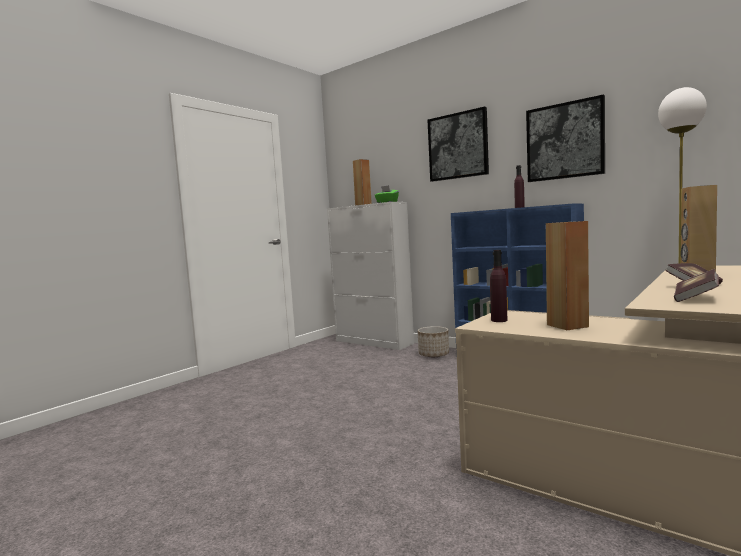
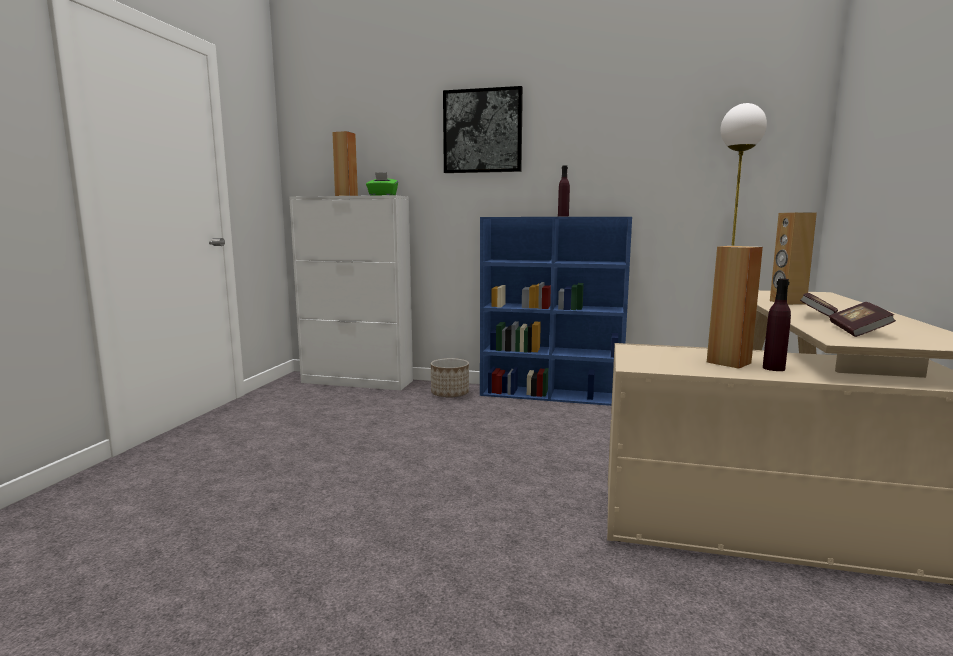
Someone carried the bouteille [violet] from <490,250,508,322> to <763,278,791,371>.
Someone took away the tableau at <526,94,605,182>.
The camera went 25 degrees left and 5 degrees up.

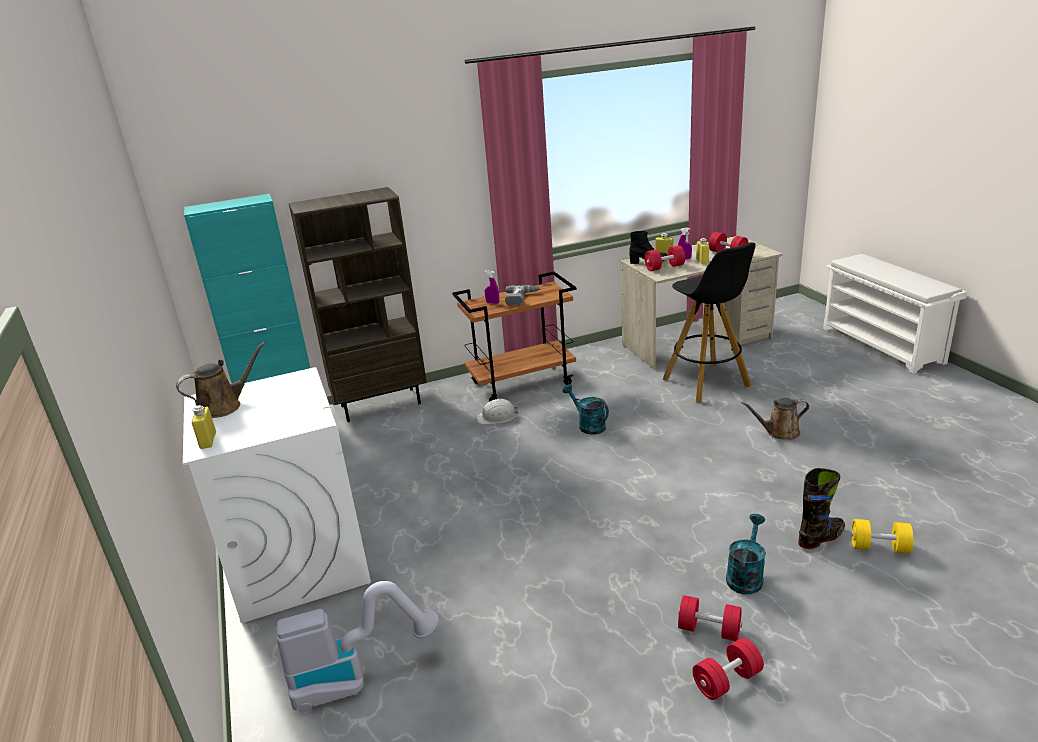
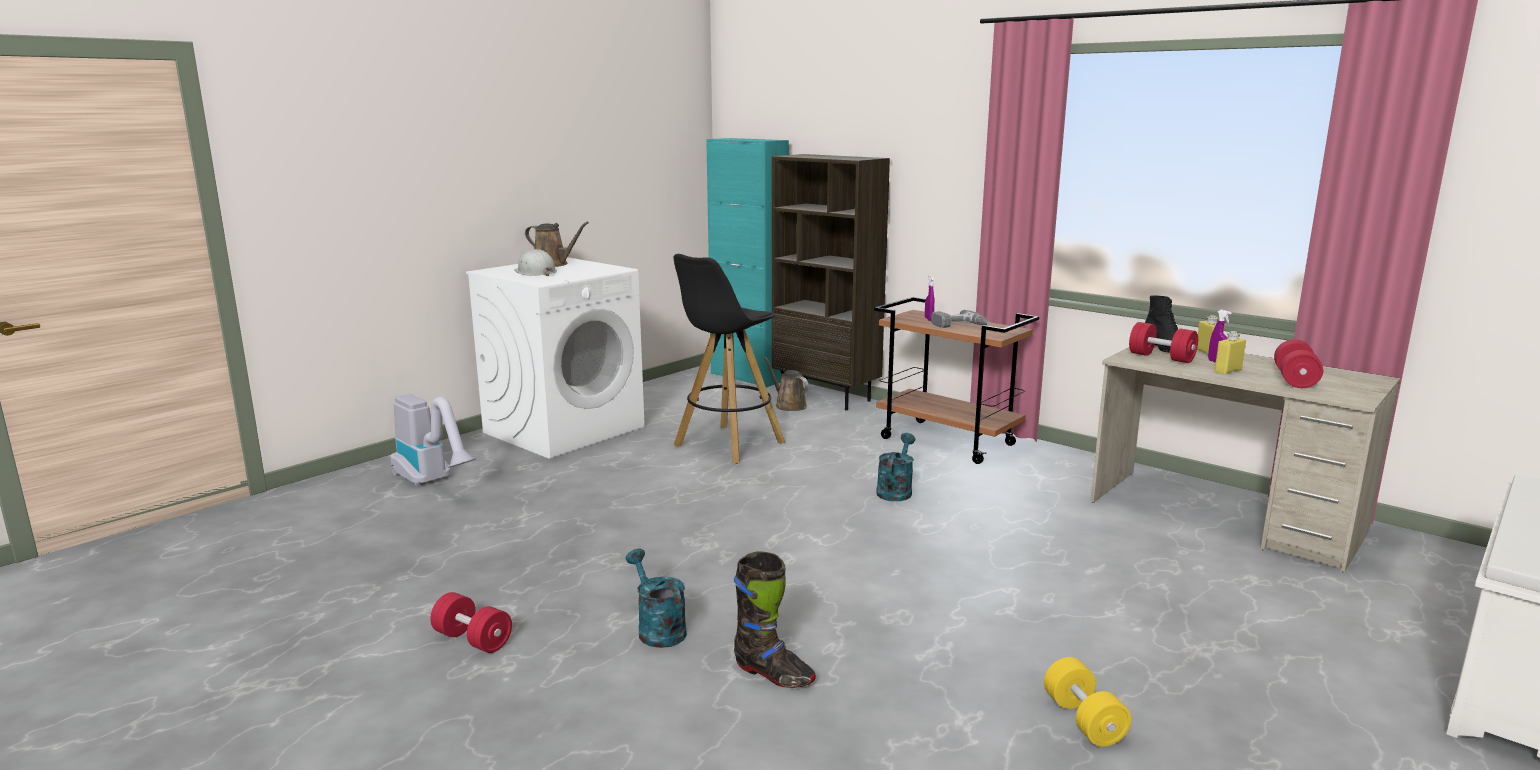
Someone carried the casque de chantier [blanc] from <476,399,518,424> to <514,249,557,276>.
Someone rotated the arrosoir [turquoise] at <726,514,766,594> by 120 degrees counterclockwise.
Someone carried the tabouret [noir] from <663,242,756,403> to <673,254,785,464>.
Someone carried the arrosoir [marron] from <741,398,809,440> to <764,357,809,411>.
Someone carried the haltère [jaune] from <851,519,913,554> to <1044,657,1132,747>.
Someone took away the bouteille [jaune] at <192,405,216,449>.
Someone took away the haltère [rouge] at <678,595,742,641>.
The camera went 60 degrees right and 10 degrees down.

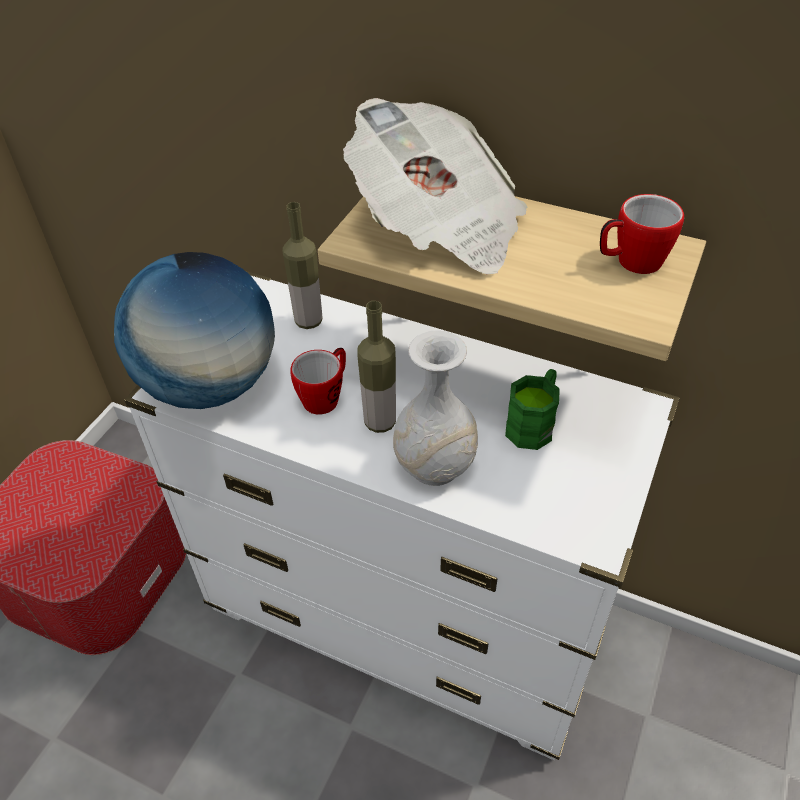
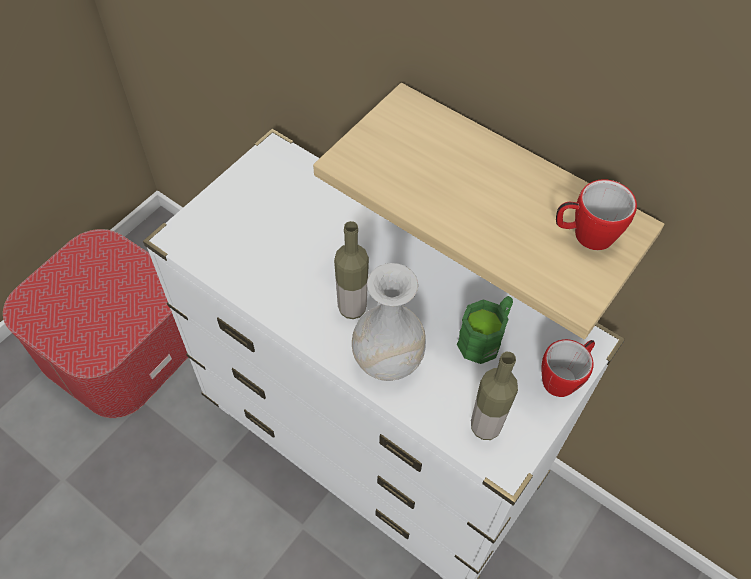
Someone carried the bouteille from <282,202,323,329> to <471,352,518,440>.
Someone carried the mug from <290,348,346,415> to <541,339,595,397>.
Someone took away the globe at <114,252,275,409>.
Someone took away the journal at <343,98,527,274>.
The camera went 10 degrees right and 10 degrees up.

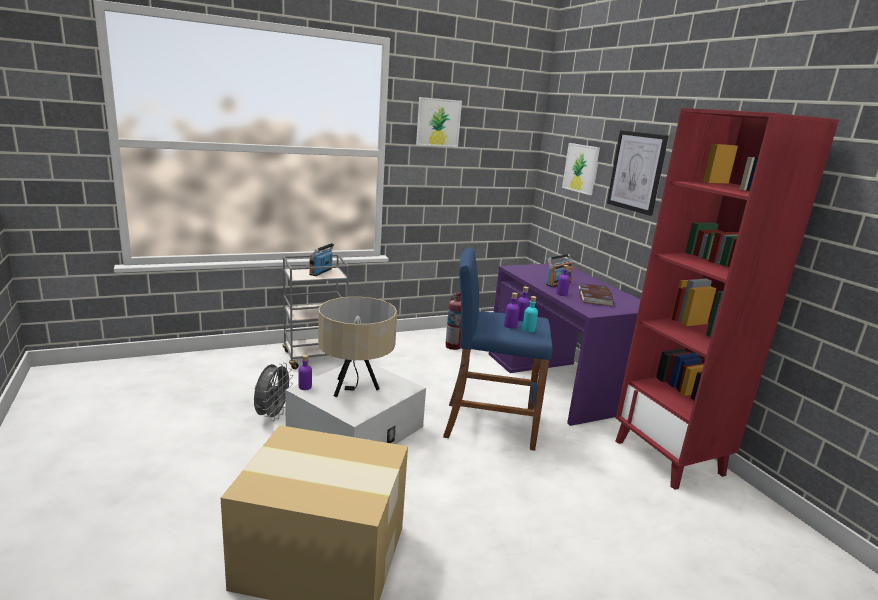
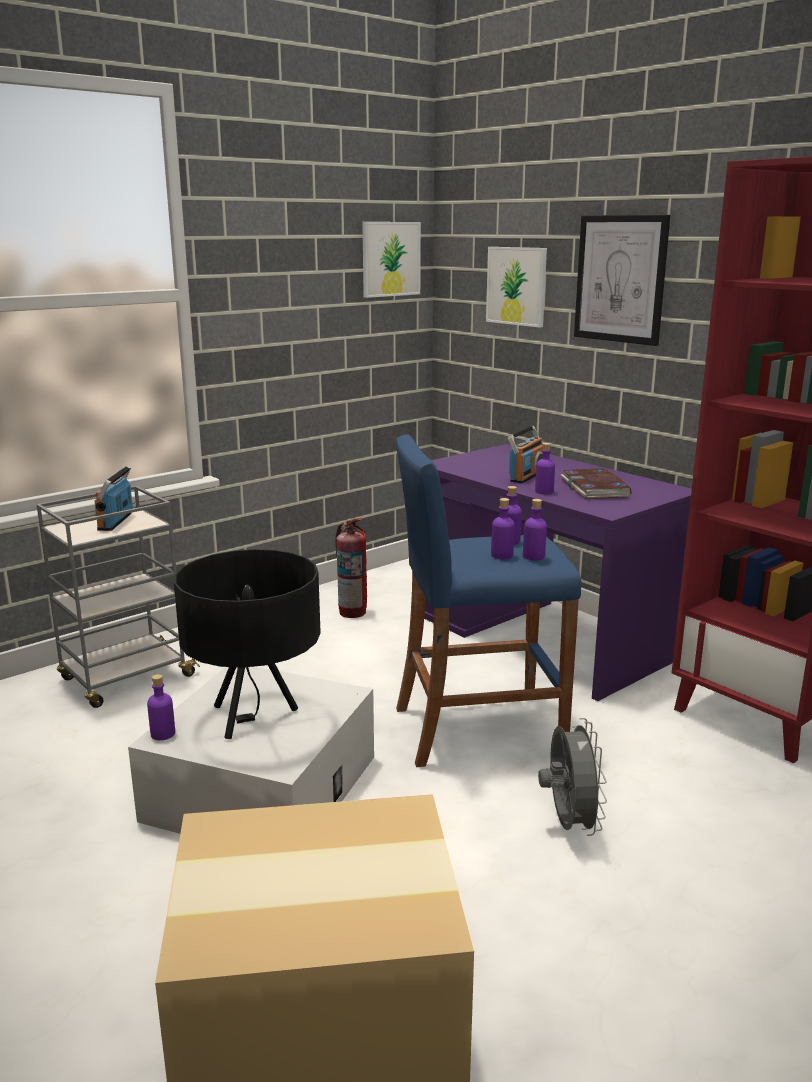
Someone repainted the lampe de table [beige] at <318,297,397,397>, which became the lampe de table [noir] at <174,549,321,739>.
Someone carried the tableau from <416,97,462,147> to <362,222,421,298>.
Someone repainted the bouteille [turquoise] at <522,296,538,332>, which became the bouteille [violet] at <523,499,547,560>.
Someone carried the ventilateur [gris] from <254,363,293,421> to <538,718,607,836>.
The camera went 15 degrees left and 0 degrees up.

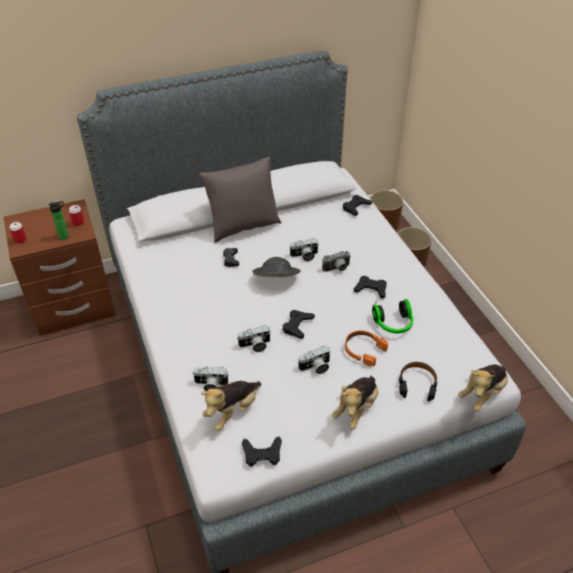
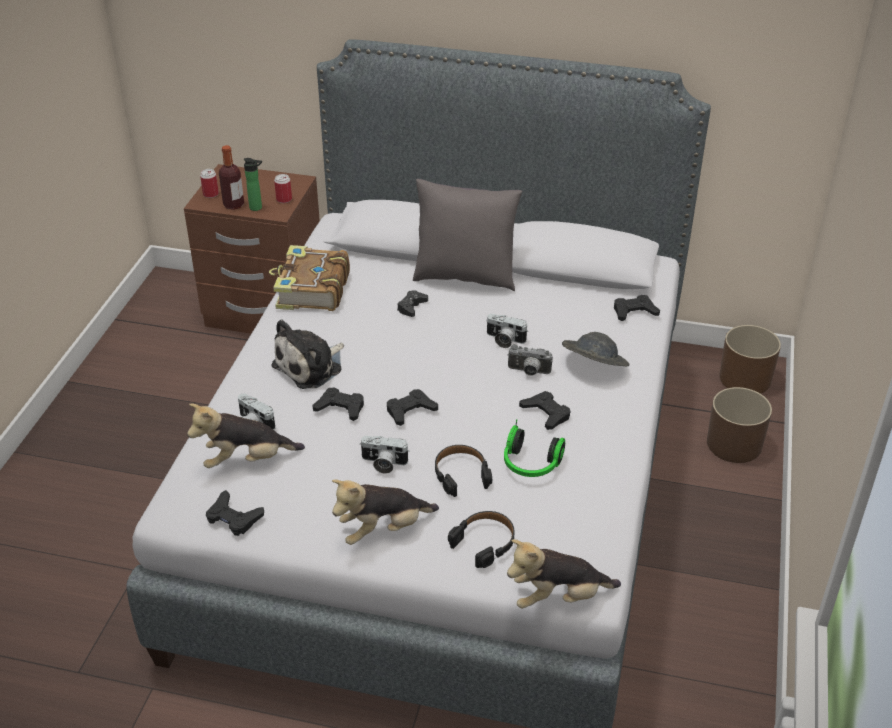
Someone put down the bouteille at <219,145,244,210>.
Someone put down the livre at <269,245,350,311>.
Someone put down the peluche at <271,320,344,389>.
Someone swapped the appareil photo at <238,325,271,352> for the manette [noir] at <312,388,364,421>.
Someone repainted the casque audio [orange] at <345,330,388,366>, which became the casque audio [noir] at <435,445,492,497>.
Someone carried the chapeau [gris] from <252,257,301,277> to <562,332,630,366>.
The camera went 35 degrees right and 5 degrees down.

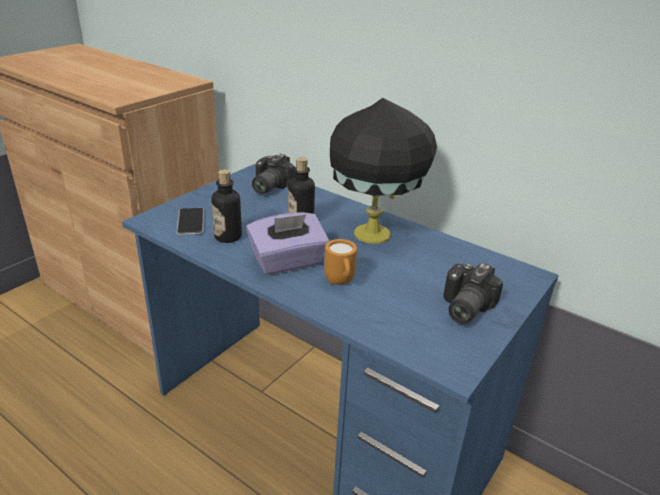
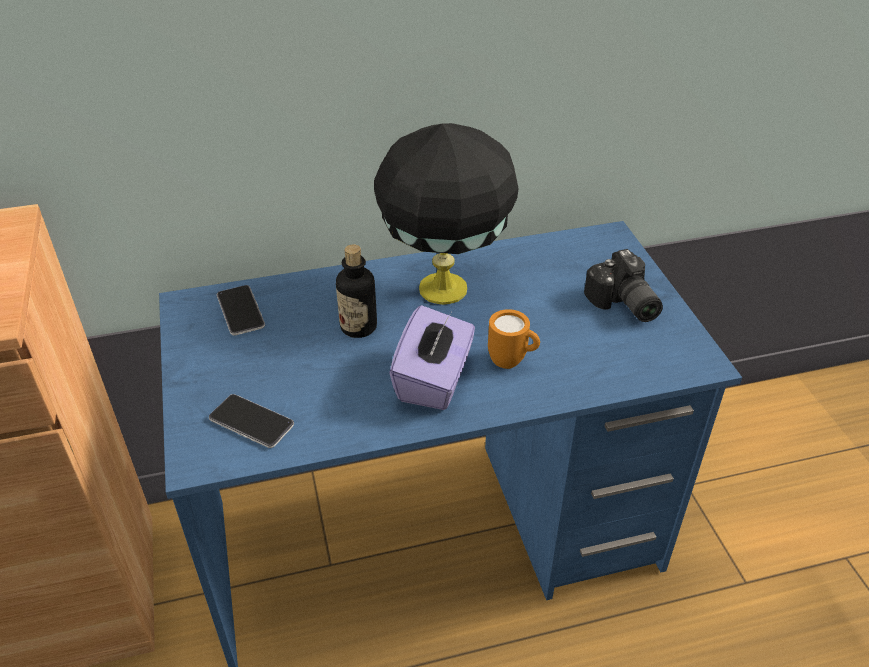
Someone swapped the appareil photo at <252,154,295,194> for the téléphone at <217,285,265,336>.
Someone took away the bouteille at <211,169,242,243>.
The camera went 50 degrees left and 10 degrees up.

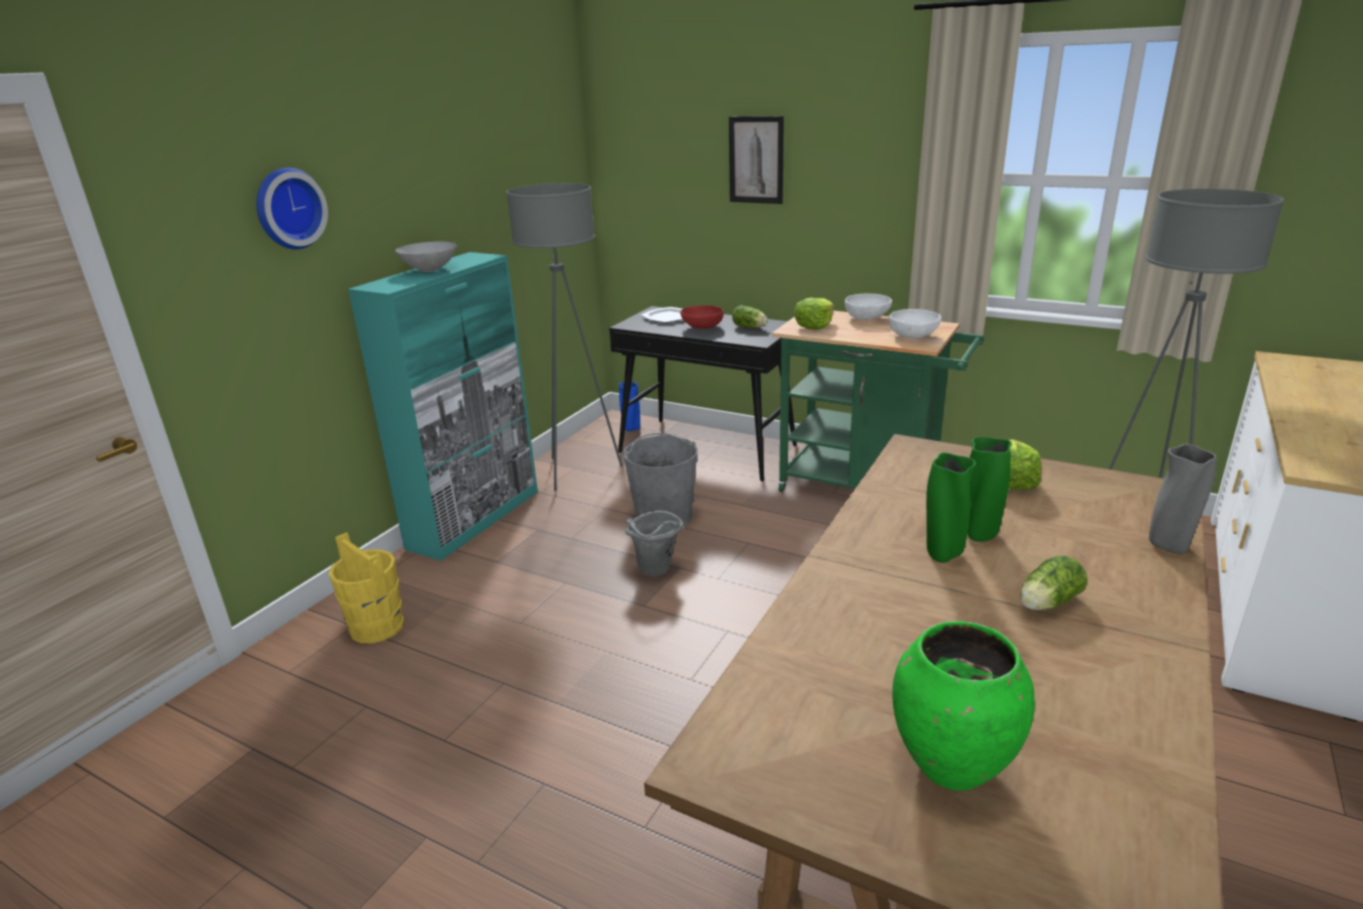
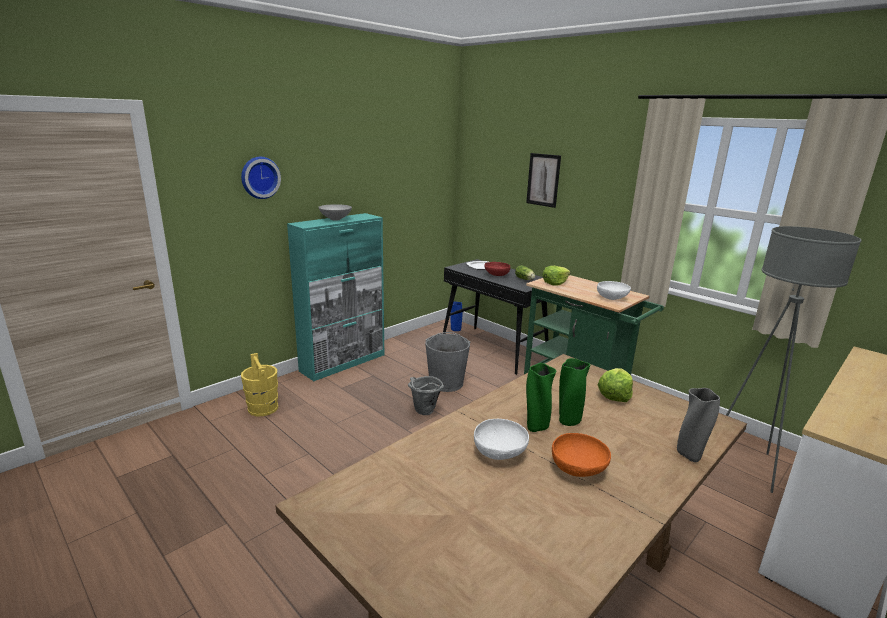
Someone carried the bol [blanc] from <845,294,892,320> to <474,419,529,460>.
Someone swapped the laitue at <1020,555,1087,610> for the bol [orange] at <552,433,611,477>.
Someone took away the lampadaire [gris] at <506,183,623,492>.
Someone took away the vase [vert] at <892,621,1035,791>.
The camera went 15 degrees right and 5 degrees down.

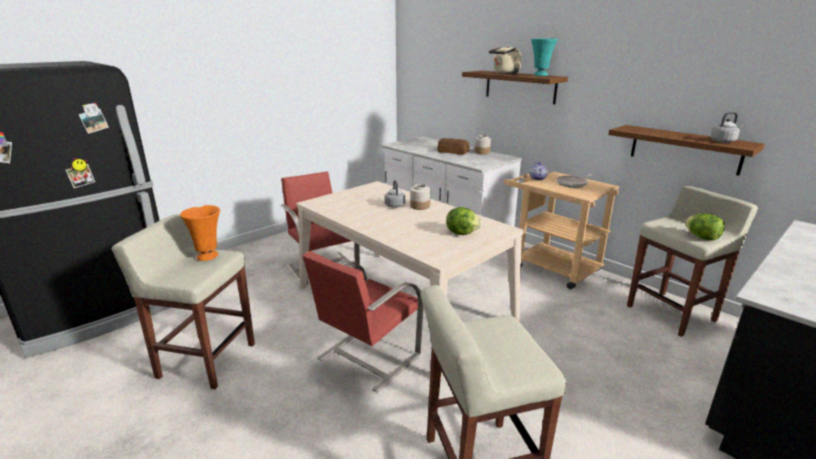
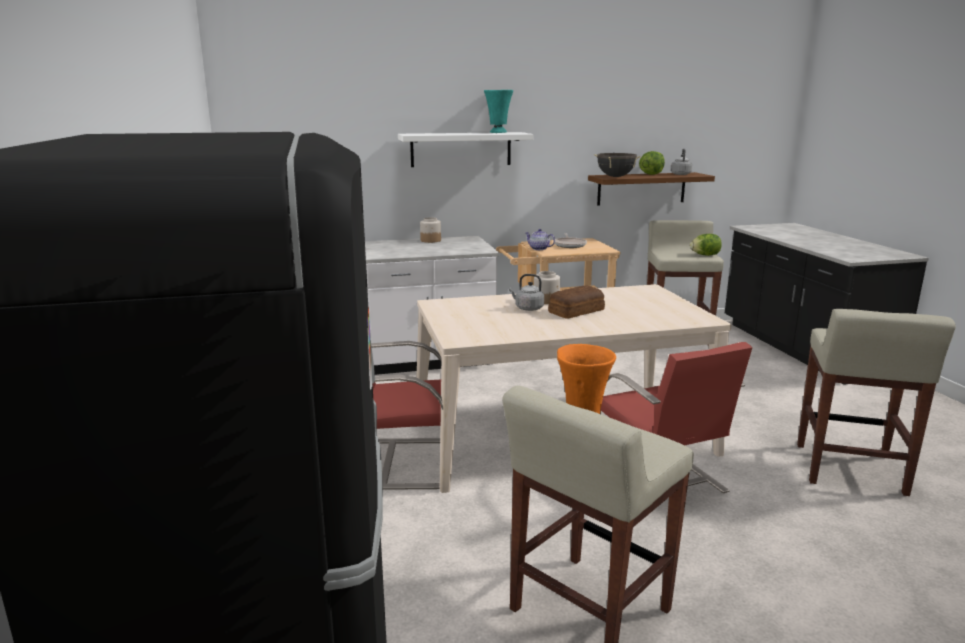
Someone repainted the étagère [marron] at <462,71,568,105>, which became the étagère [blanc] at <398,132,534,167>.
Someone carried the pain from <437,138,469,155> to <548,285,605,319>.
Someone put down the marmite [noir] at <594,153,641,177>.
Someone carried the laitue from <446,207,482,235> to <639,151,665,175>.
Someone took away the bouilloire [beige] at <489,45,522,74>.
The camera went 60 degrees left and 5 degrees down.

